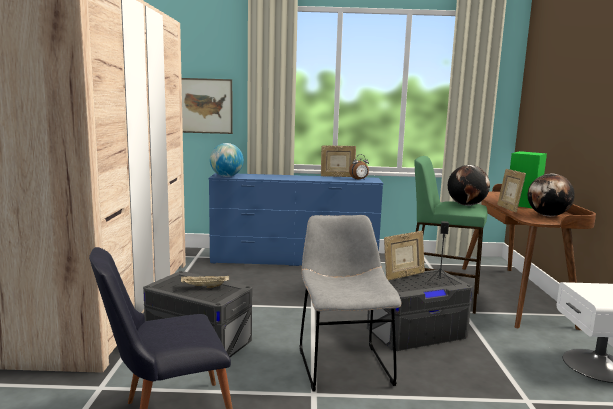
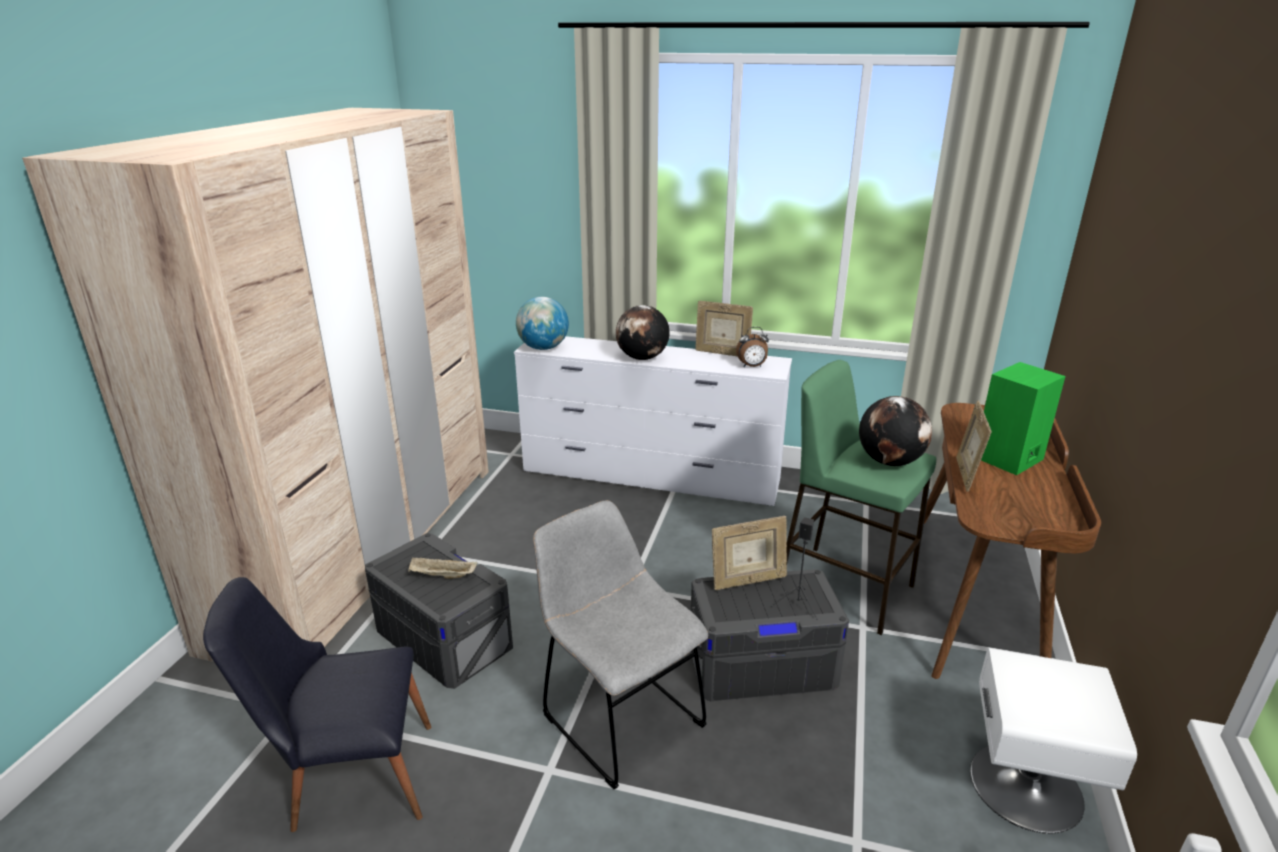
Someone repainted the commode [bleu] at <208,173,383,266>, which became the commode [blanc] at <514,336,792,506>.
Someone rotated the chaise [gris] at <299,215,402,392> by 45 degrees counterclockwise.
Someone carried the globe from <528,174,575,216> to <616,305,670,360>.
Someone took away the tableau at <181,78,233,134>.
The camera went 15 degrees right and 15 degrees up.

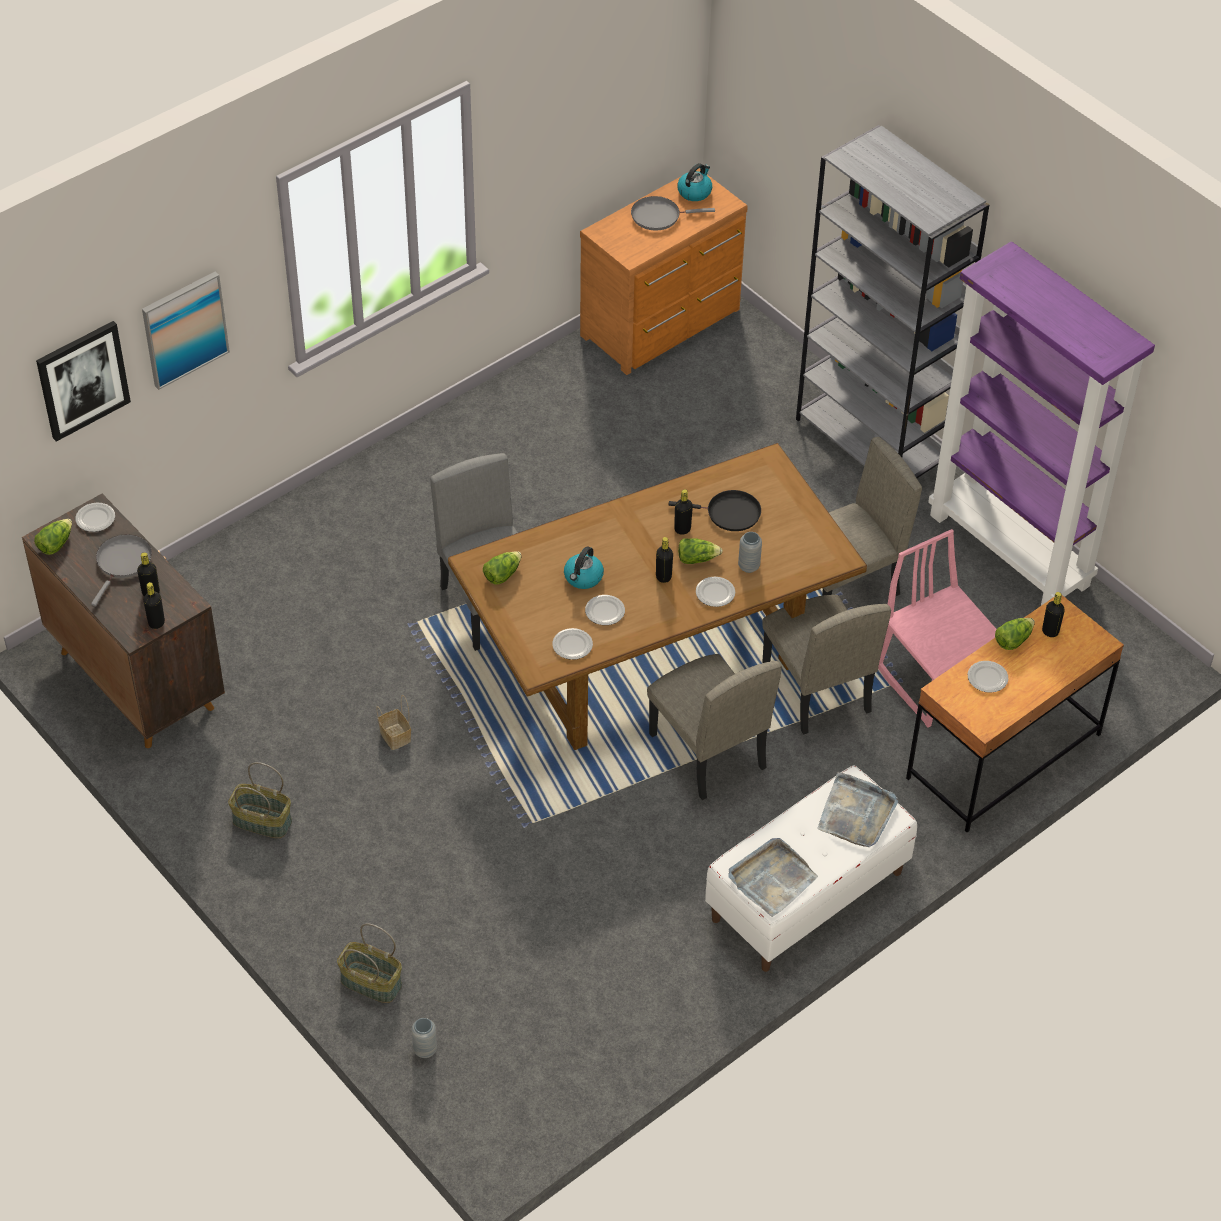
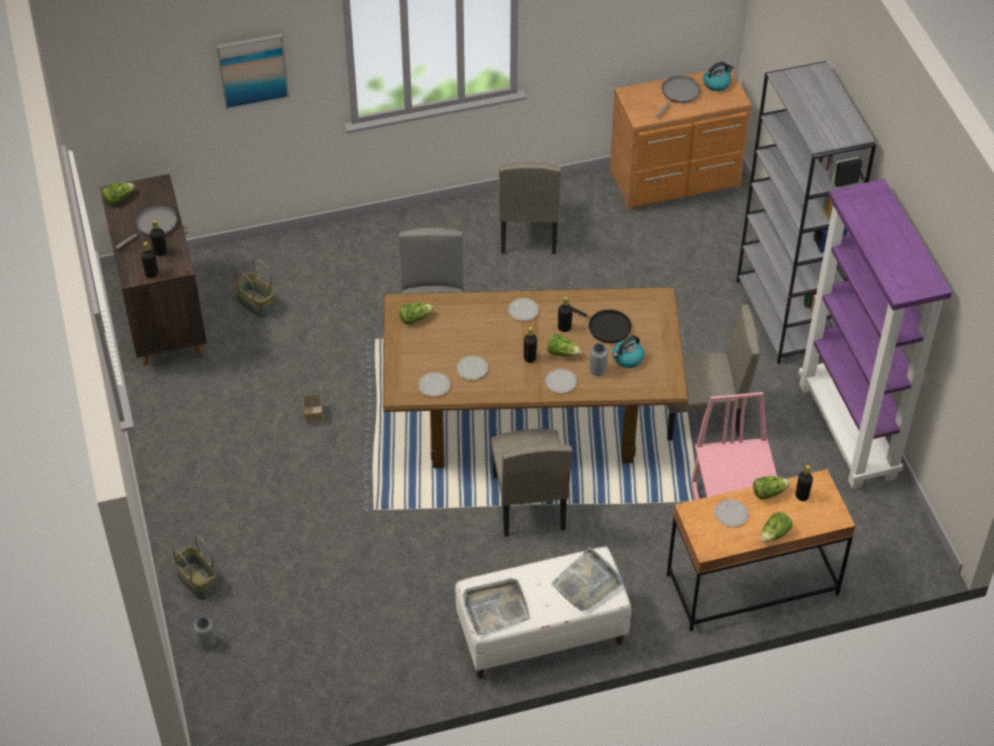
Someone carried the panier from <228,762,292,838> to <234,259,276,318>.
Someone carried the chaise [beige] from <762,595,891,735> to <499,162,561,254>.
Someone carried the assiette from <75,503,115,532> to <508,298,539,321>.
Someone carried the bouilloire from <564,546,604,589> to <612,335,644,368>.
Someone rotated the poêle [gris] at <631,196,715,230> by 105 degrees clockwise.
Someone put down the laitue at <761,512,793,543>.
Someone took away the tableau at <36,321,131,442>.
The camera went 25 degrees right and 0 degrees up.

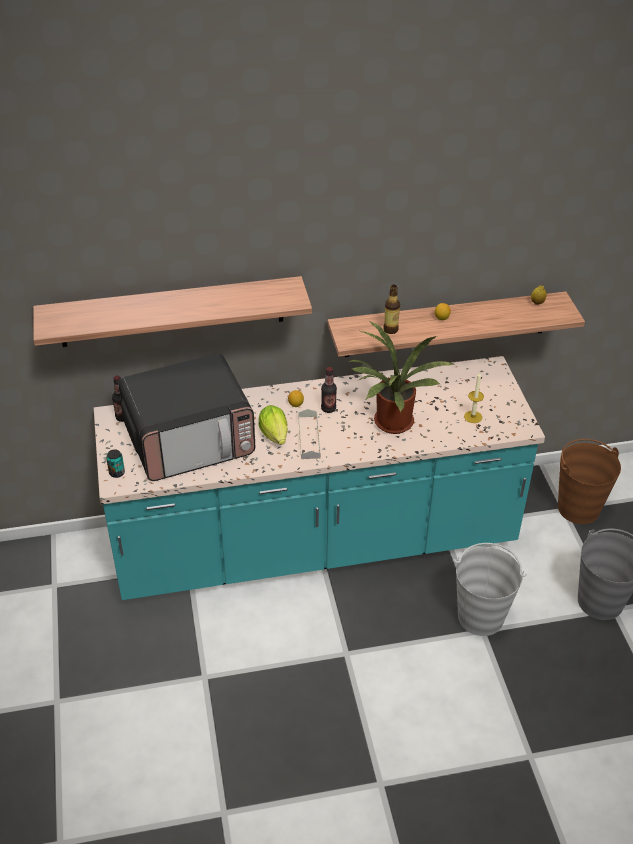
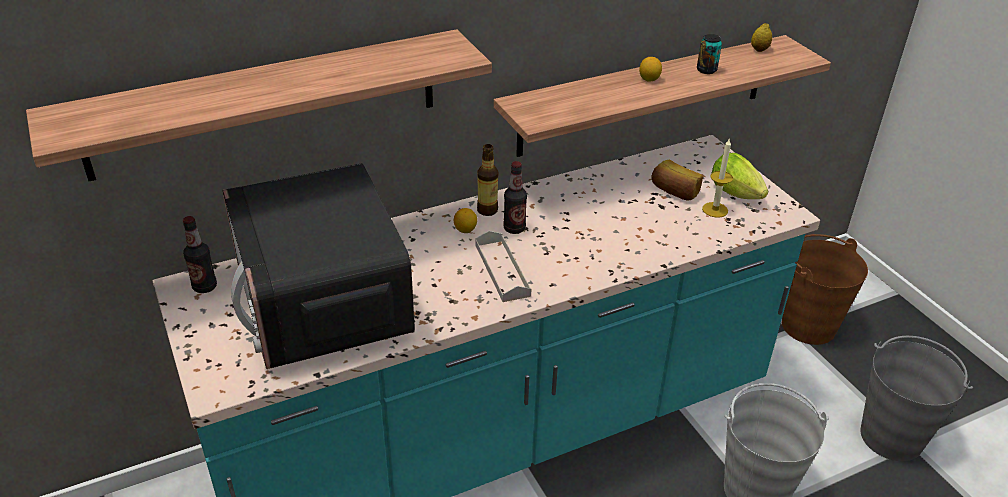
Someone rotated the micro-ondes at <118,354,255,481> by 105 degrees clockwise.
Someone carried the bouteille from <383,285,400,334> to <477,144,498,216>.
Someone put down the pain at <651,160,703,200>.
Someone carried the boîte métallique from <106,449,125,478> to <697,34,722,74>.
Someone carried the laitue from <258,405,288,445> to <712,153,768,199>.
Someone took away the plante en pot at <349,321,456,434>.
The camera went 15 degrees left and 5 degrees down.

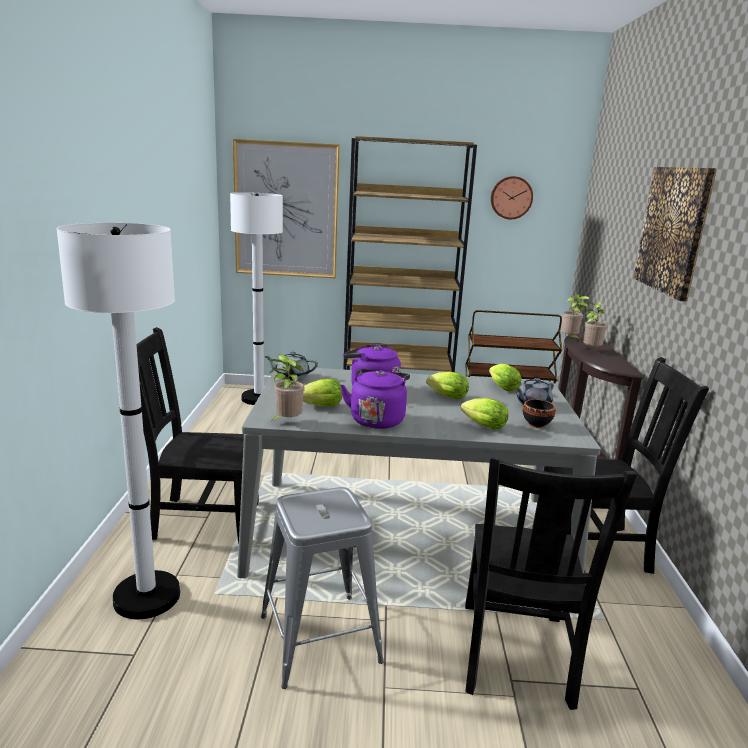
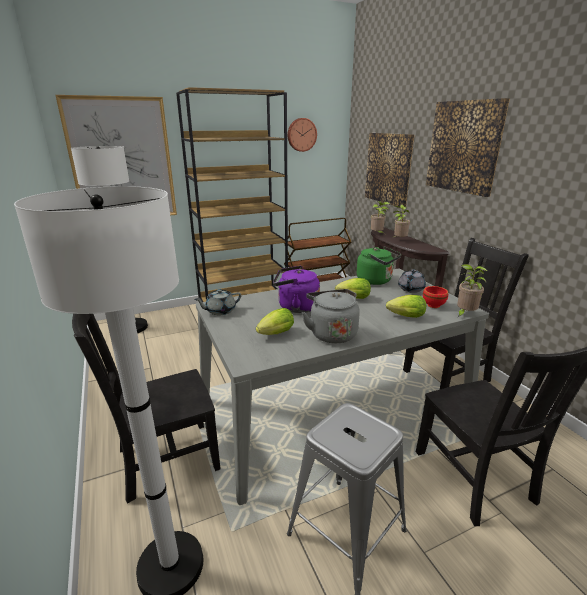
Someone repainted the bouilloire [violet] at <340,369,410,429>, which became the bouilloire [gris] at <301,289,360,343>.
Someone swapped the laitue at <489,364,521,392> for the bouilloire [vert] at <357,246,401,285>.
Someone put up the tableau at <365,133,414,207>.
Someone repainted the bol [noir] at <523,399,555,428>, which became the bol [rouge] at <423,286,448,308>.
Someone carried the plante en pot from <268,354,304,421> to <457,264,488,318>.
The camera went 25 degrees left and 5 degrees up.

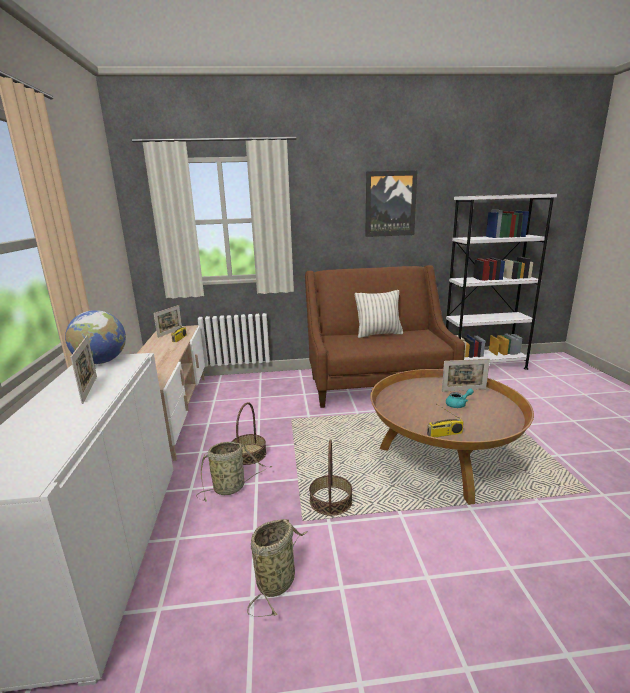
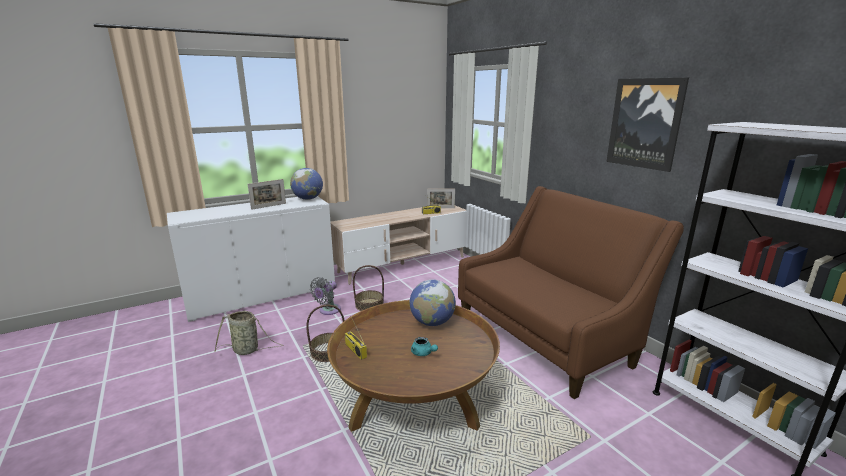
Someone swapped the panier at <196,442,272,502> for the ventilateur [gris] at <310,277,341,315>.
Someone put down the globe at <409,279,456,326>.
Someone took away the coussin at <355,290,403,338>.
Someone took away the cadre photo at <442,359,490,392>.
The camera went 65 degrees right and 0 degrees up.

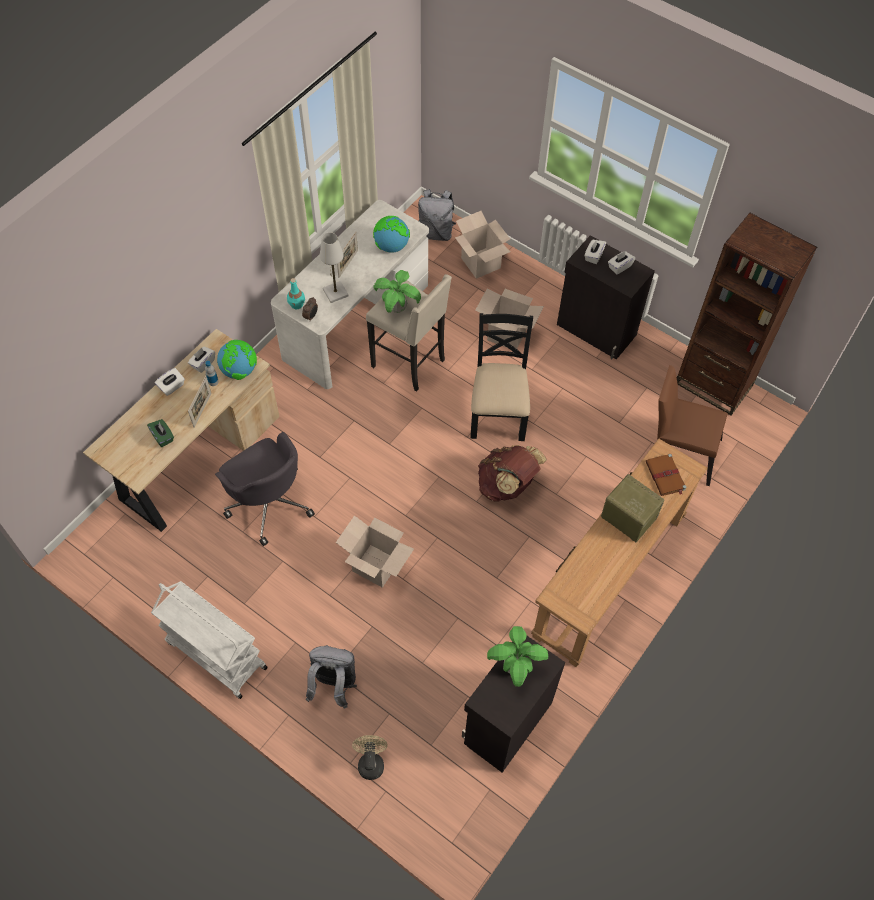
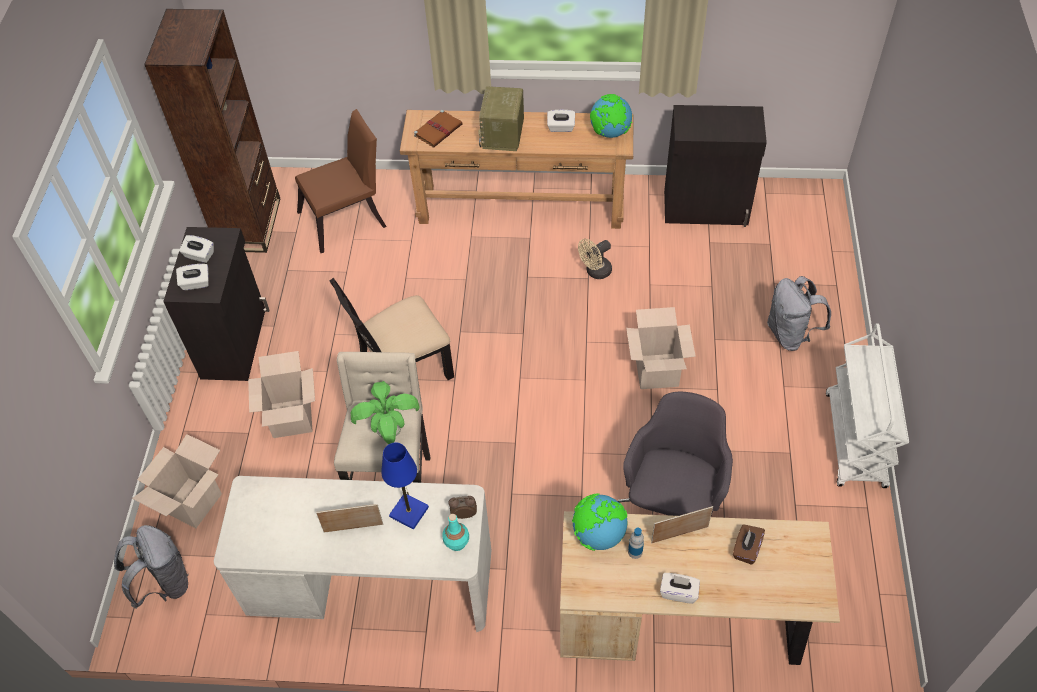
Someone rotated the chaise [marron] at <657,365,728,486> by 105 degrees counterclockwise.
Someone repainted the lampe de table [blanc] at <320,232,349,303>, which became the lampe de table [bleu] at <381,442,429,529>.
Someone carried the boîte à mouchoirs [blanc] from <188,346,215,373> to <547,110,575,132>.
Someone carried the ventilateur [beige] from <352,735,388,780> to <578,239,612,279>.
Someone carried the globe from <373,216,410,253> to <590,94,632,138>.
Someone repainted the boîte à mouchoirs [vert] at <147,419,174,447>, which became the boîte à mouchoirs [marron] at <733,524,765,564>.
Someone took away the sac à dos [marron] at <478,445,547,501>.
Someone took away the plante en pot at <487,626,548,687>.
The camera went 120 degrees left and 5 degrees down.

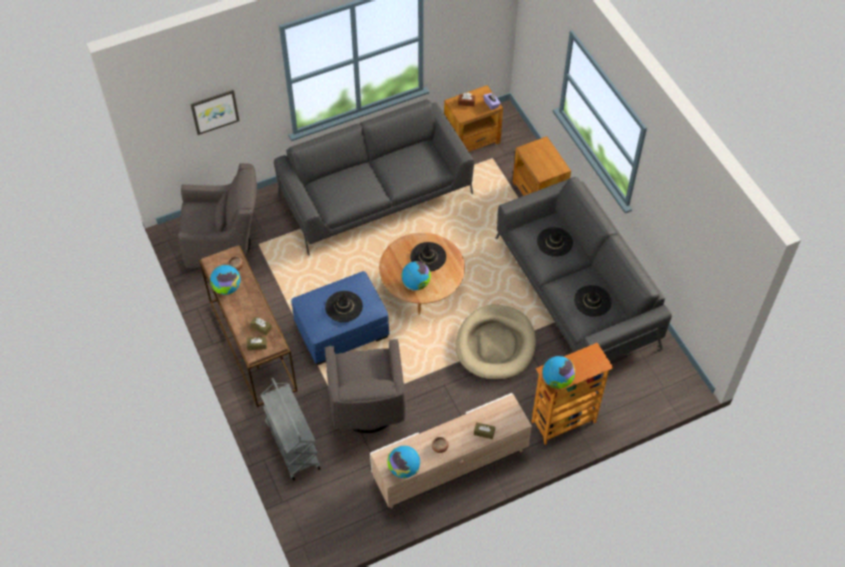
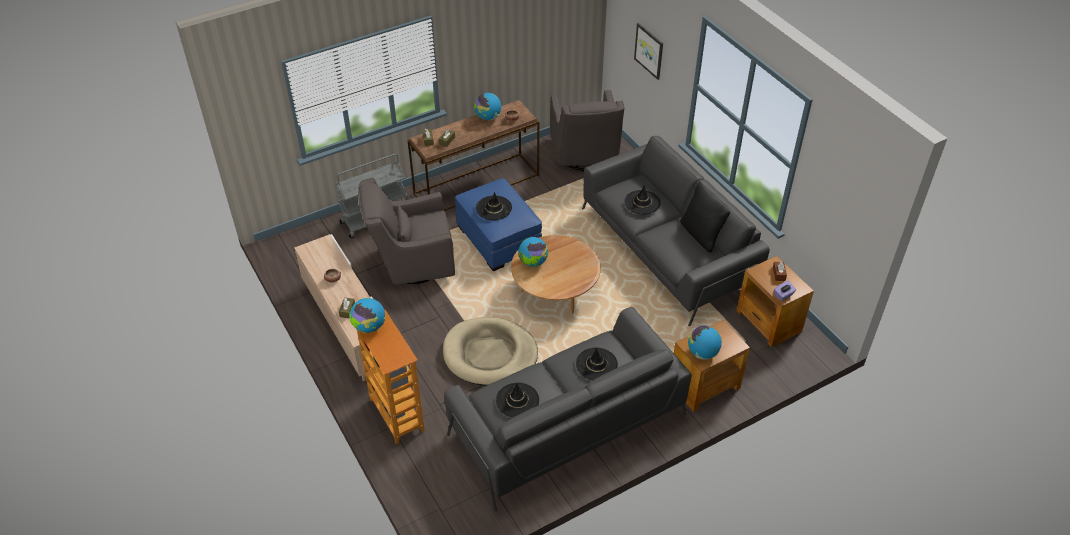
Someone carried the chapeau [noir] from <410,242,446,271> to <624,185,661,215>.
Someone put down the coussin [noir] at <680,182,730,253>.
Someone carried the globe from <387,446,420,478> to <688,325,722,360>.
The camera went 85 degrees right and 10 degrees down.

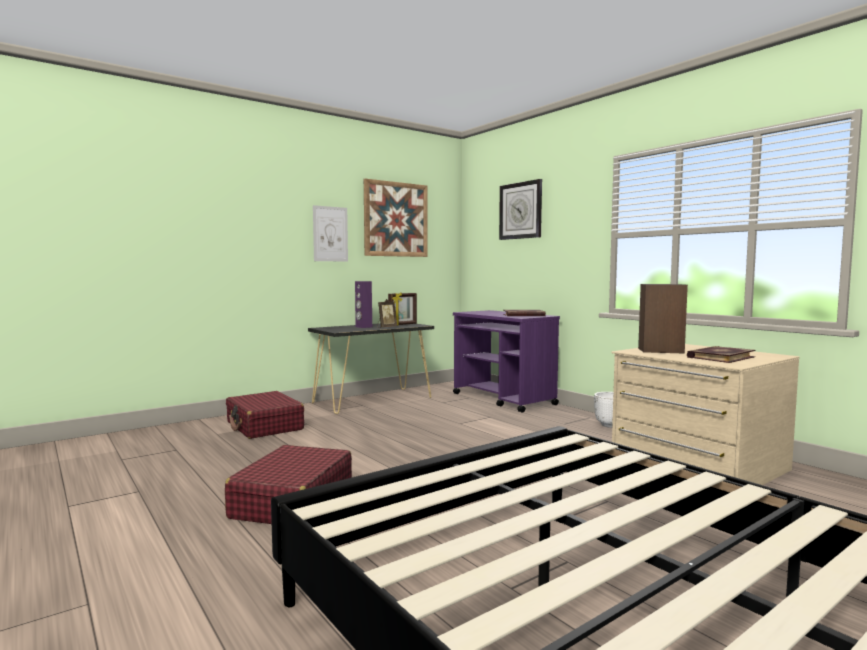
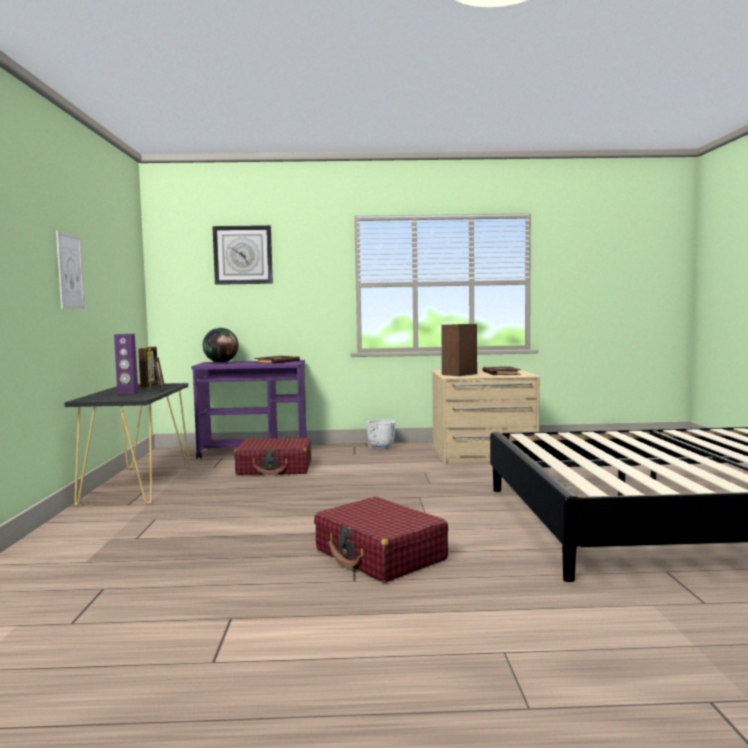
Someone put down the globe at <203,328,239,363>.
Someone carried the valise [rouge] from <226,391,304,439> to <234,438,311,475>.
Someone took away the tableau at <364,179,427,257>.
The camera went 55 degrees left and 0 degrees up.

